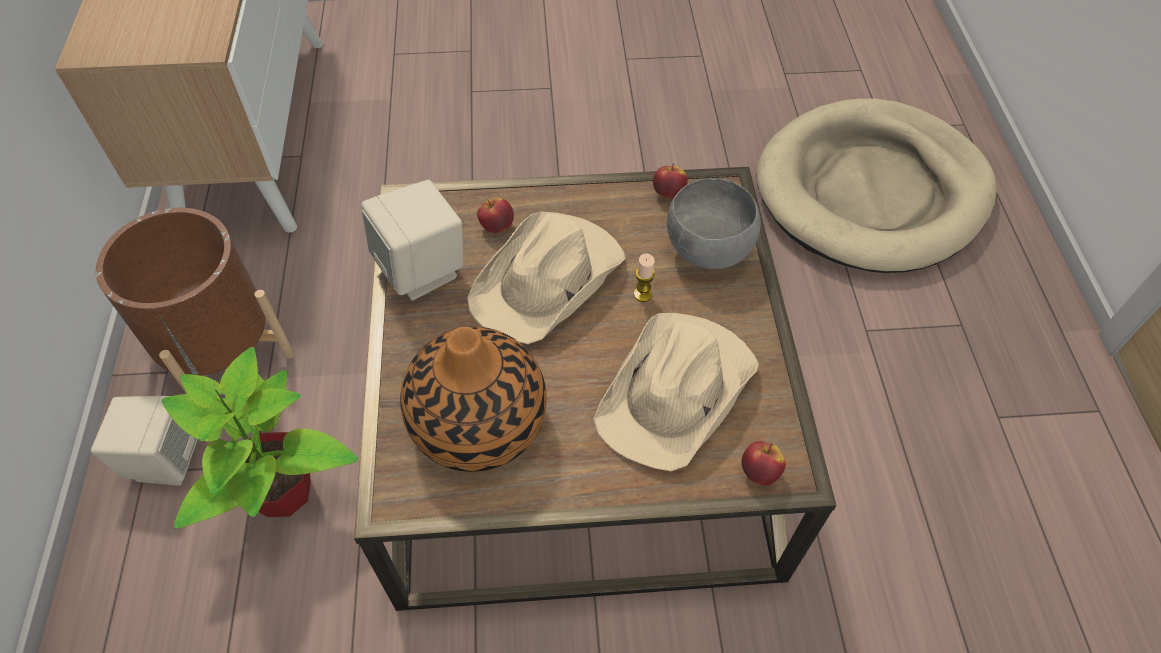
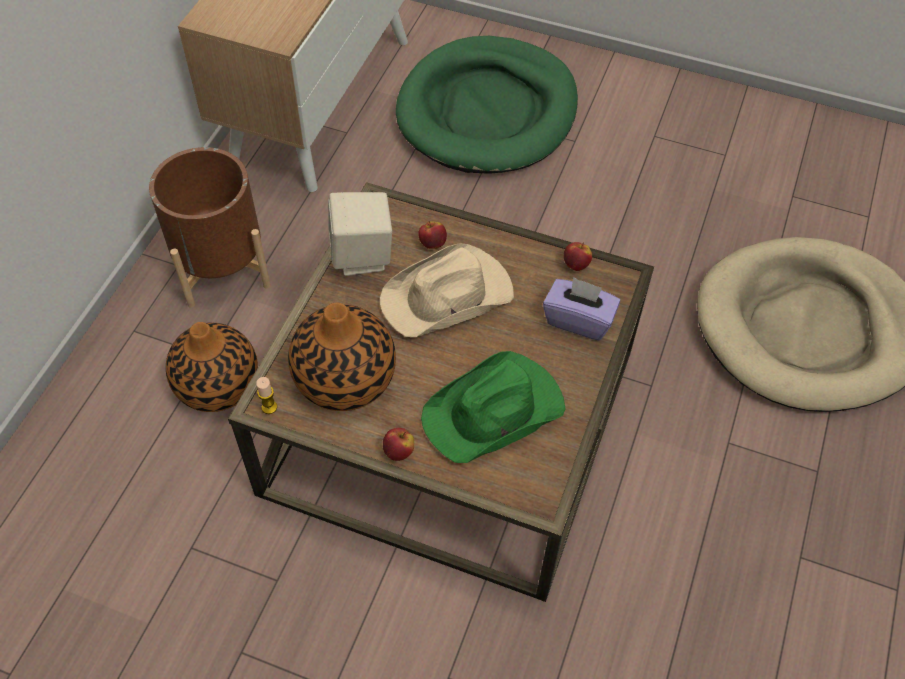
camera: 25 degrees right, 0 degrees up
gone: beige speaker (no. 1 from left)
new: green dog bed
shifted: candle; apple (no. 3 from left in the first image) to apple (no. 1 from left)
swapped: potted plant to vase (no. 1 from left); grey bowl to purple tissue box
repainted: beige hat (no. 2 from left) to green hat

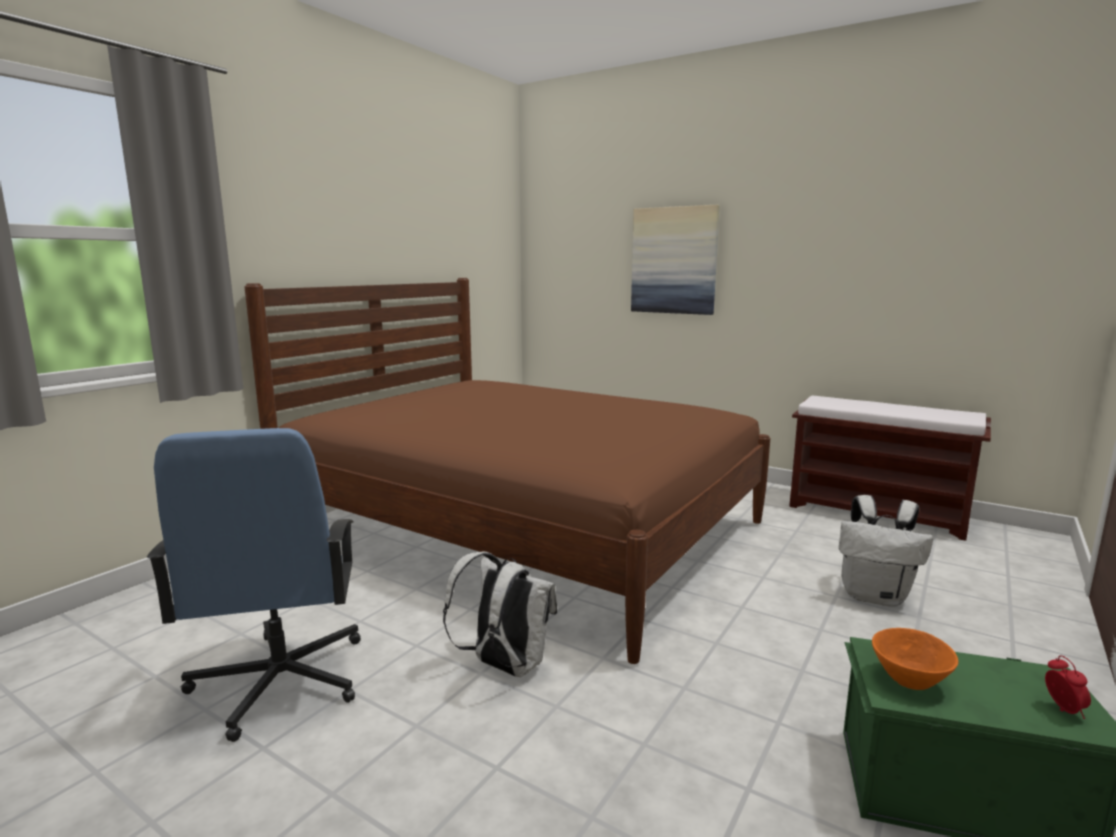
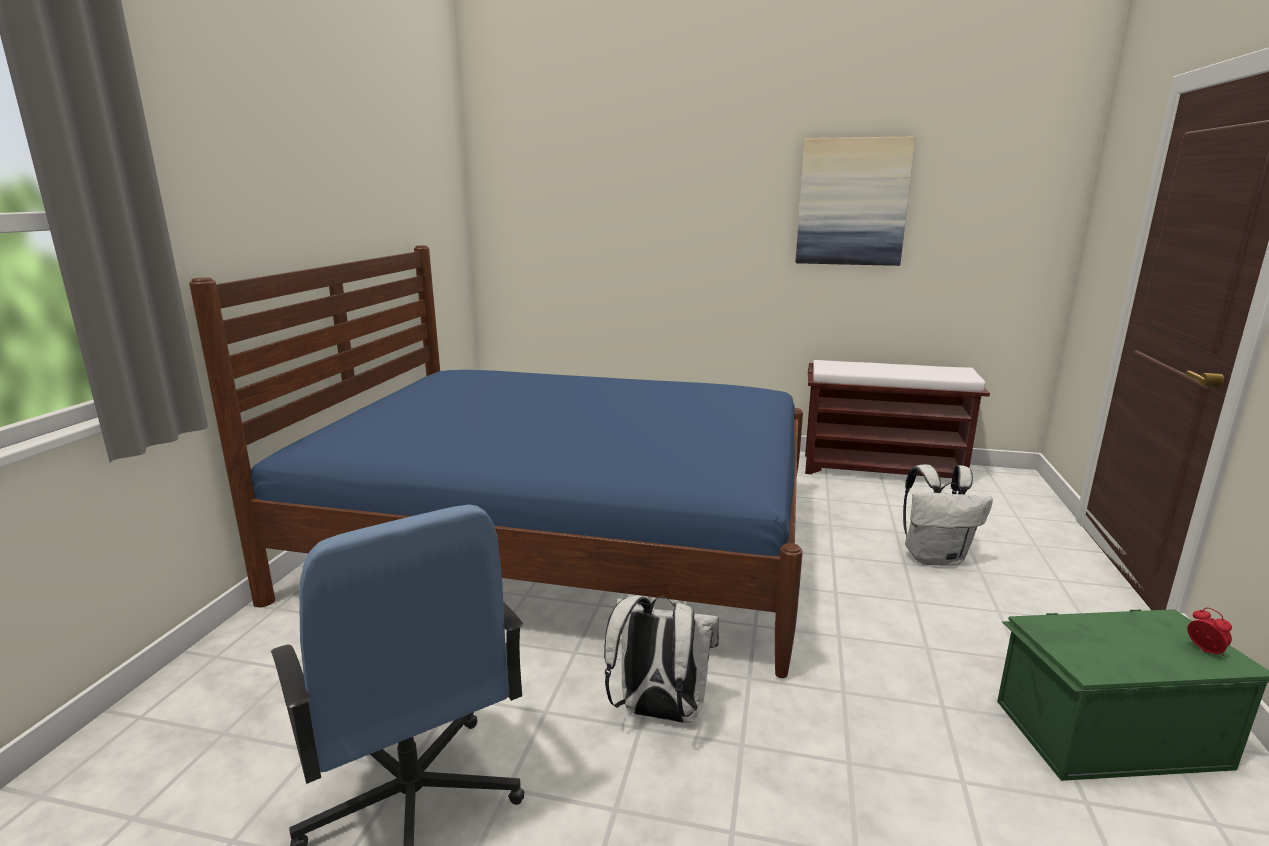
camera: 20 degrees left, 5 degrees up
gone: orange bowl
shifted: picture
repainted: brown bed to blue bed

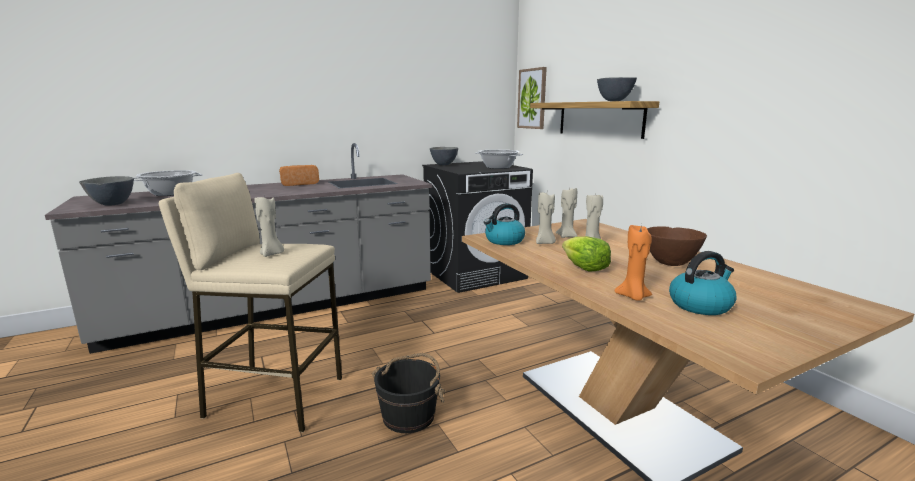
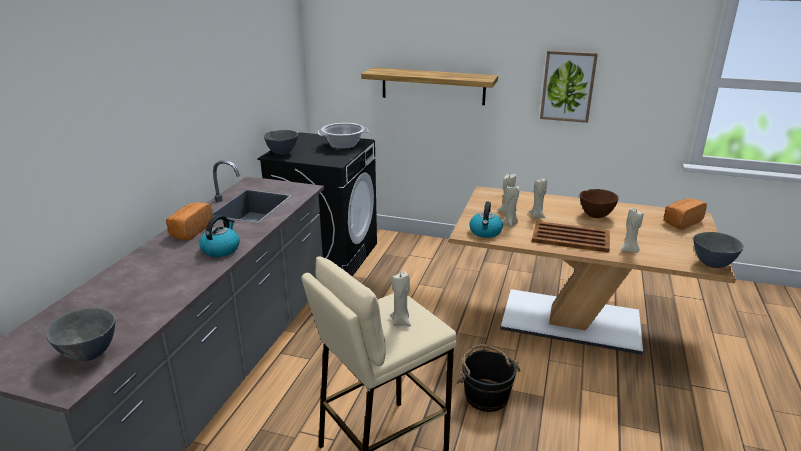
camera: 45 degrees left, 10 degrees up
gone: cooking pot (no. 1 from left)
new: bread (no. 2 from left)
shifted: picture; grey bowl (no. 3 from left); kettle (no. 2 from left in the first image) to kettle (no. 1 from left)
swapped: lettuce to brown tray
repainted: orange candle to beige candle (no. 5 from left)

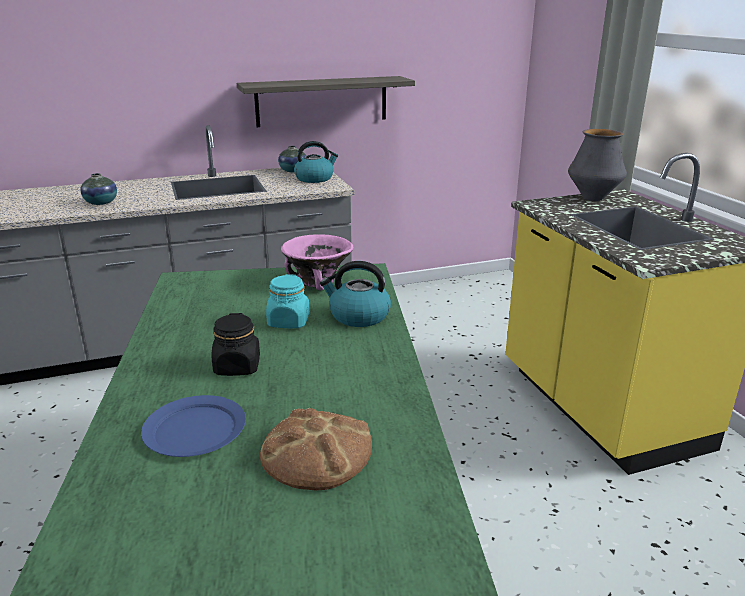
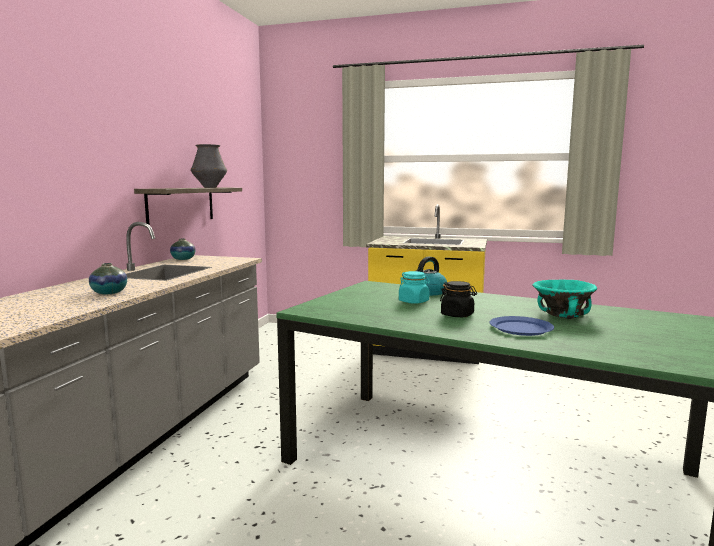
camera: 55 degrees left, 15 degrees down
gone: pink bowl; kettle (no. 1 from left)
shifted: vase (no. 3 from left)
swapped: bread to turquoise bowl

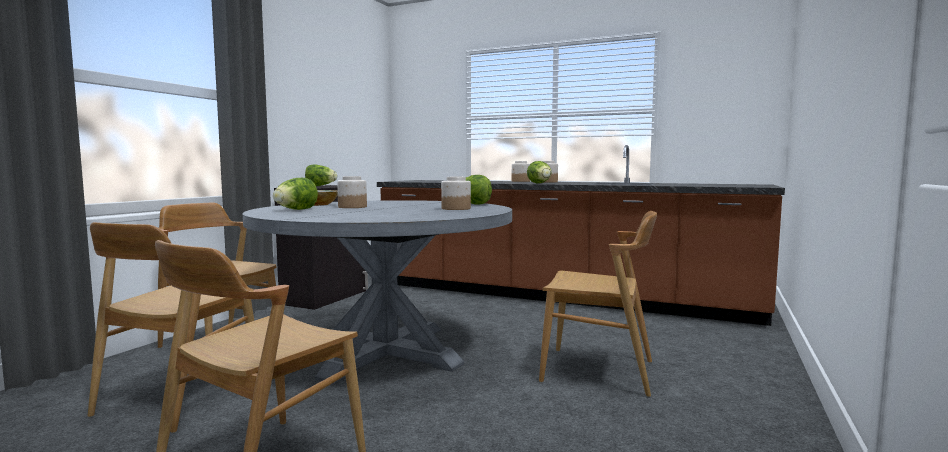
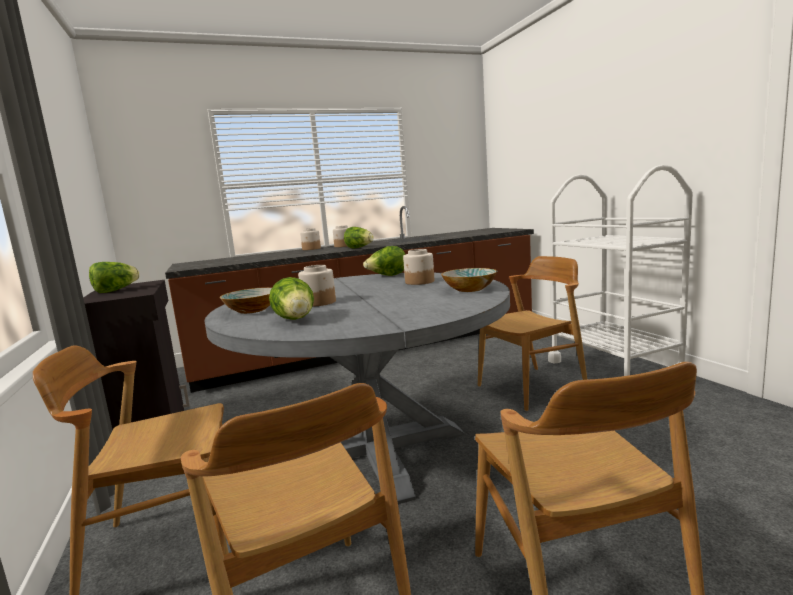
camera: 45 degrees left, 5 degrees up
new: bowl (no. 2 from left); white cart

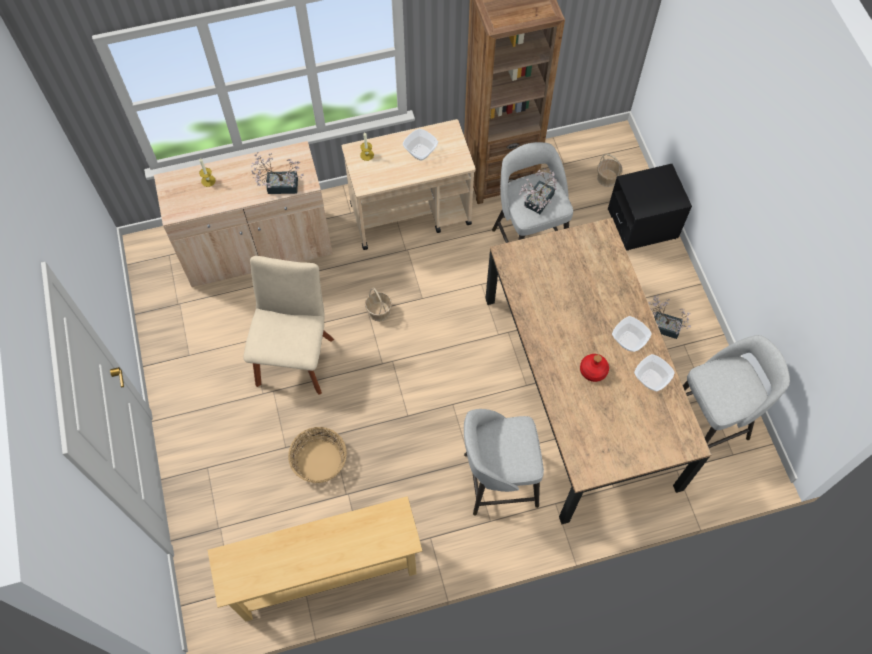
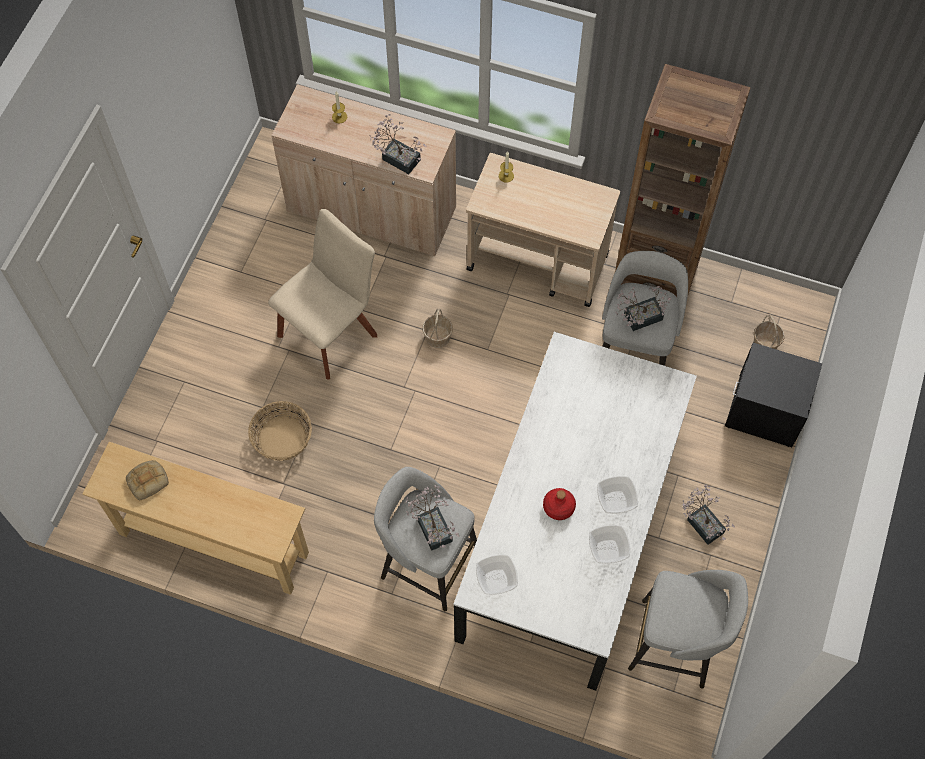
camera: 35 degrees right, 0 degrees up
new: bread; potted plant (no. 2 from left)
shifted: bowl (no. 1 from left)
repainted: brown dining table to white dining table

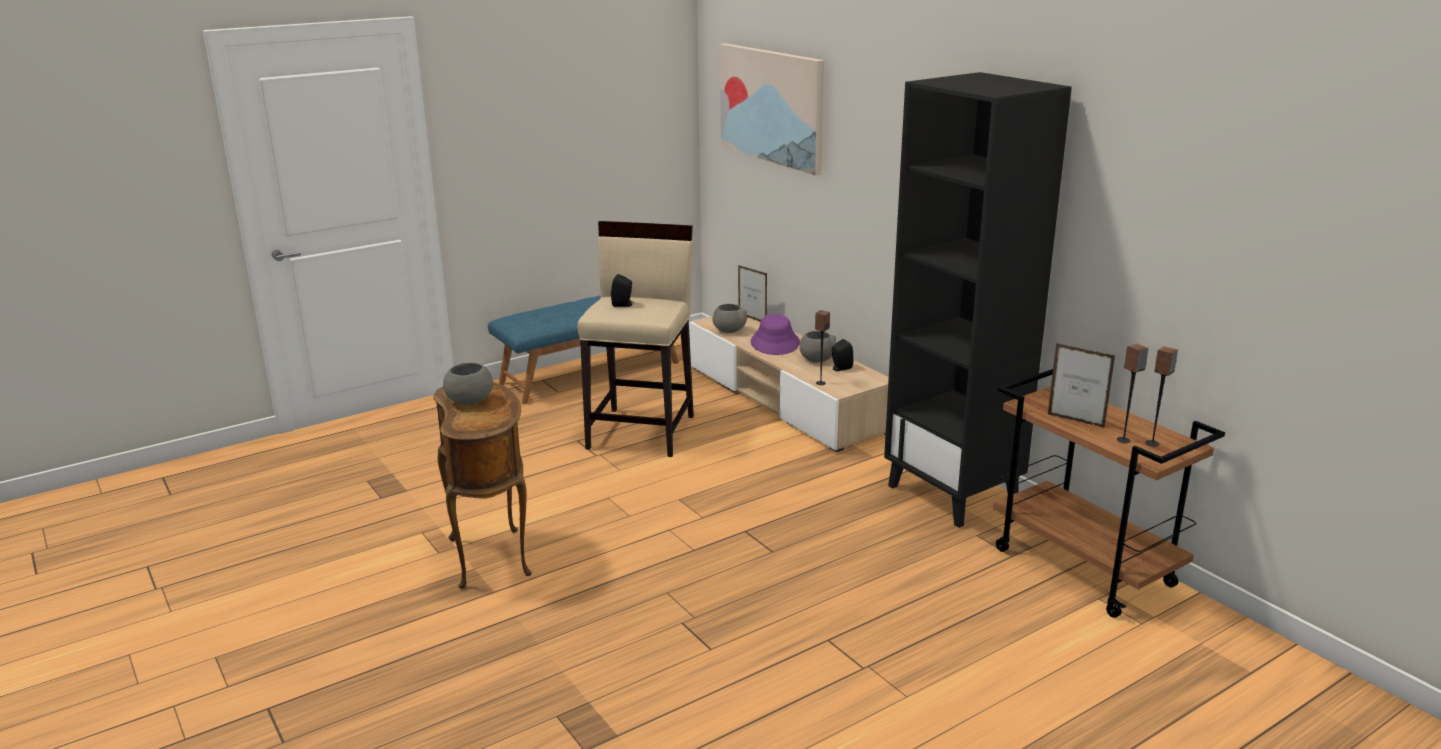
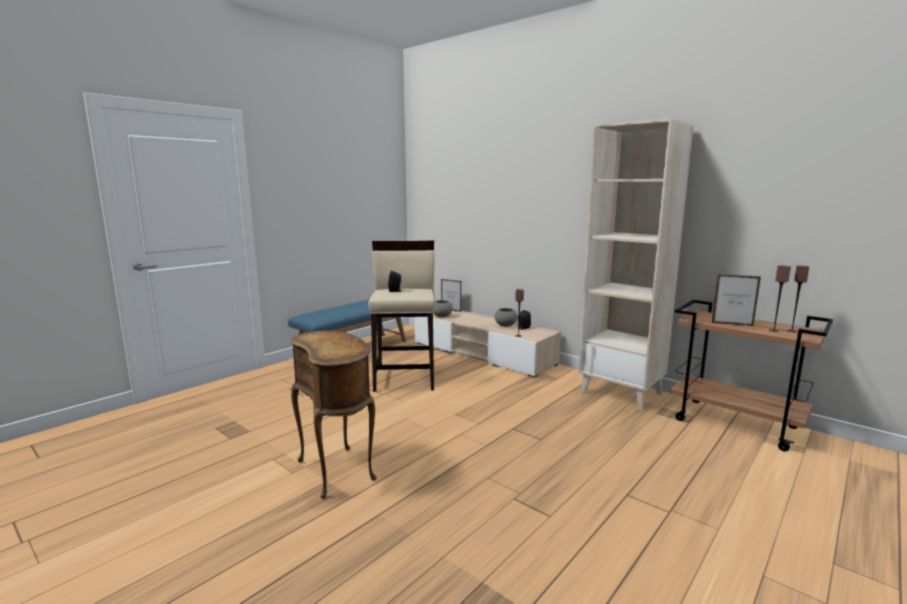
camera: 15 degrees left, 10 degrees down
gone: grey bowl (no. 1 from left); picture; purple hat
repainted: black bookcase to beige bookcase

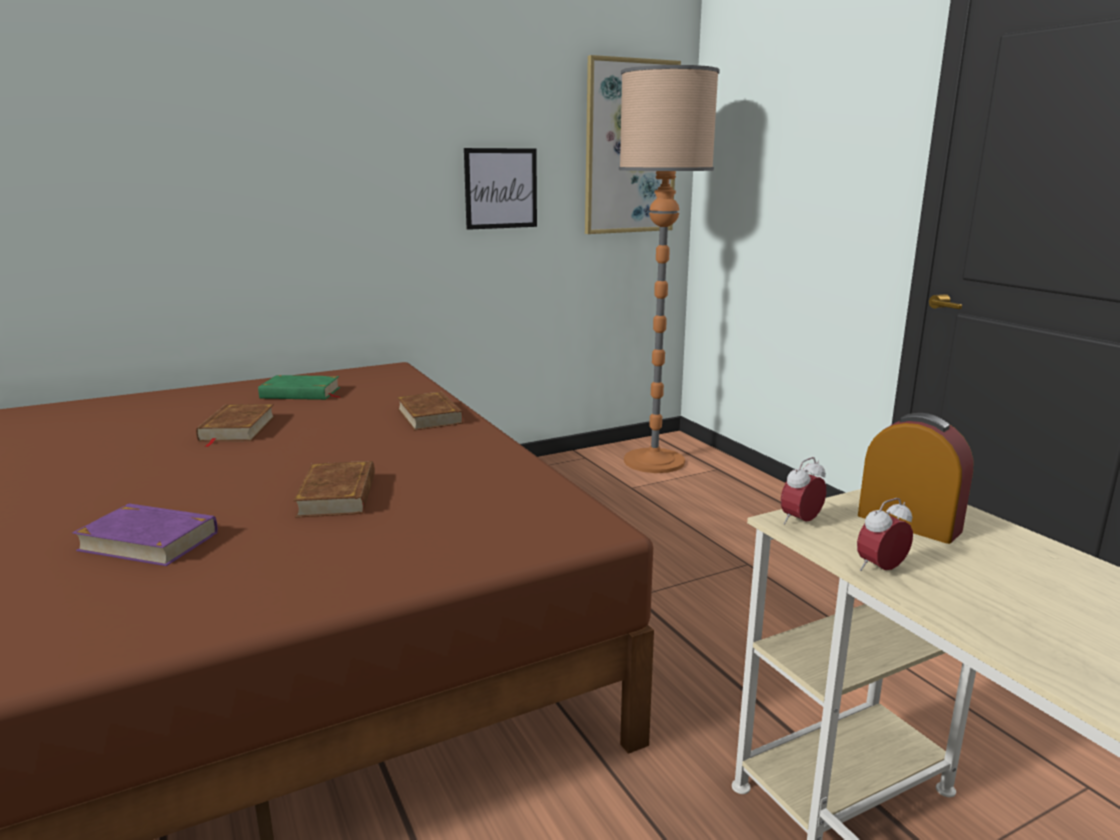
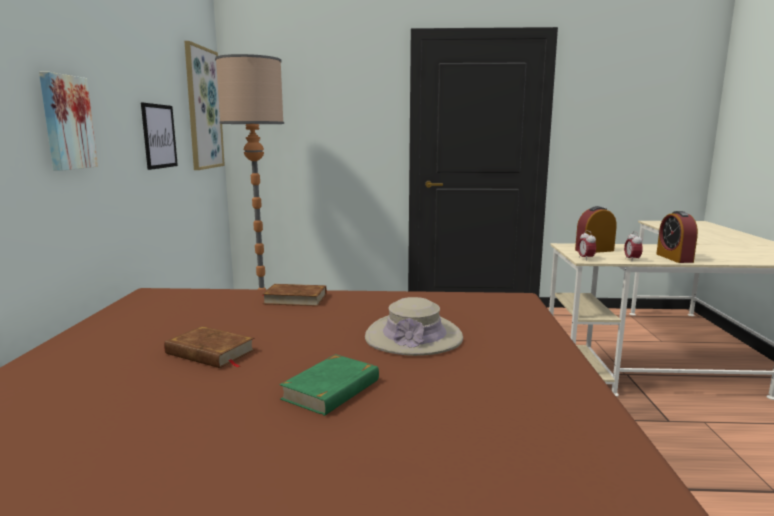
camera: 60 degrees left, 5 degrees down
gone: purple book
new: picture (no. 1 from left); alarm clock (no. 4 from left)
shifted: green book
swapped: brown book (no. 2 from left) to beige hat

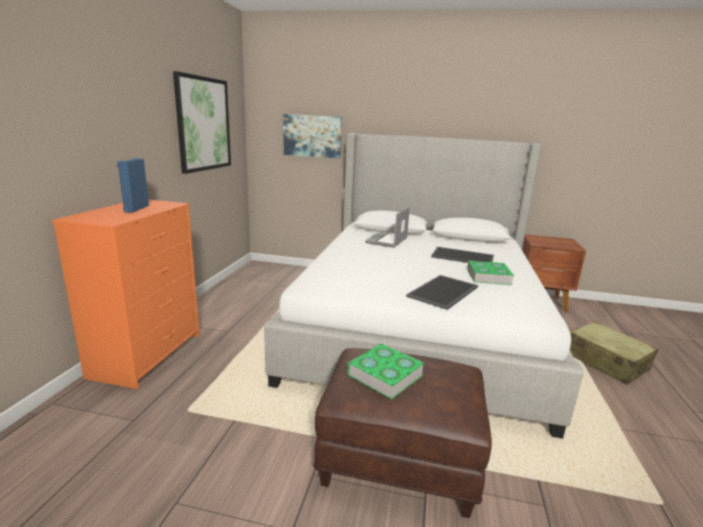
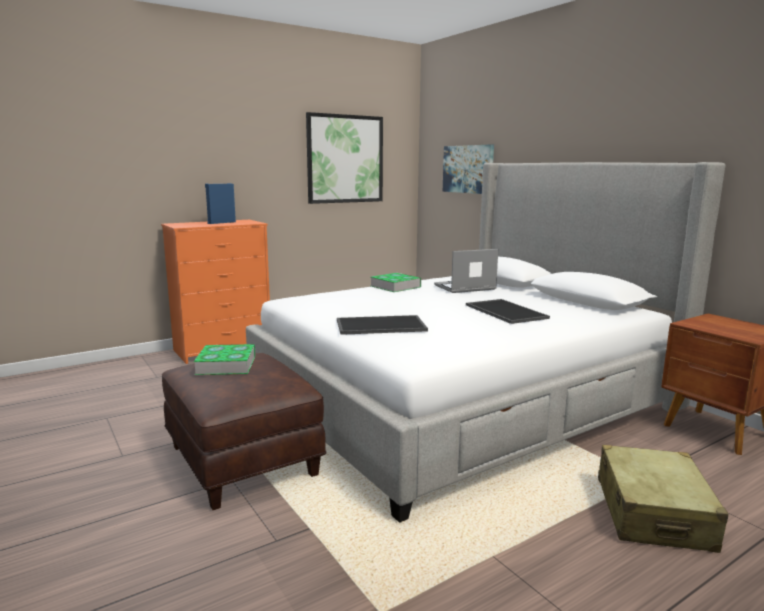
camera: 45 degrees right, 5 degrees down
shifted: book (no. 2 from left)

